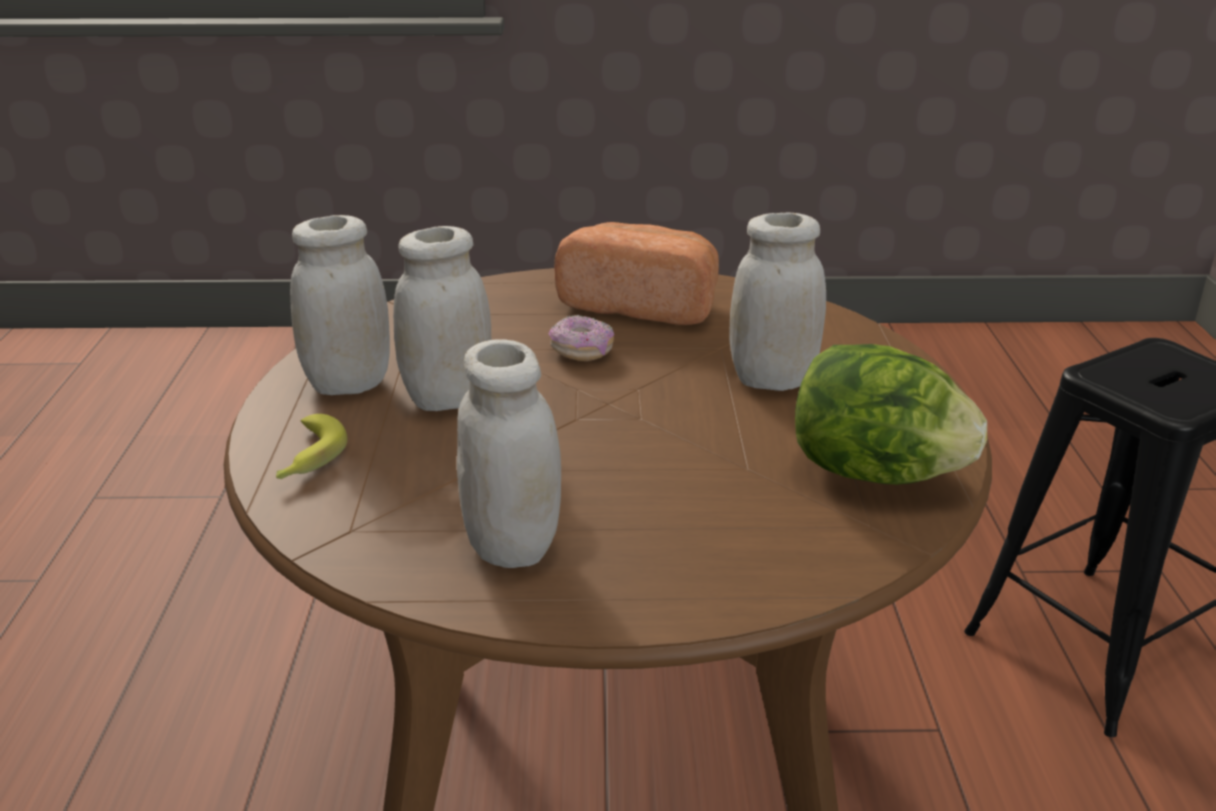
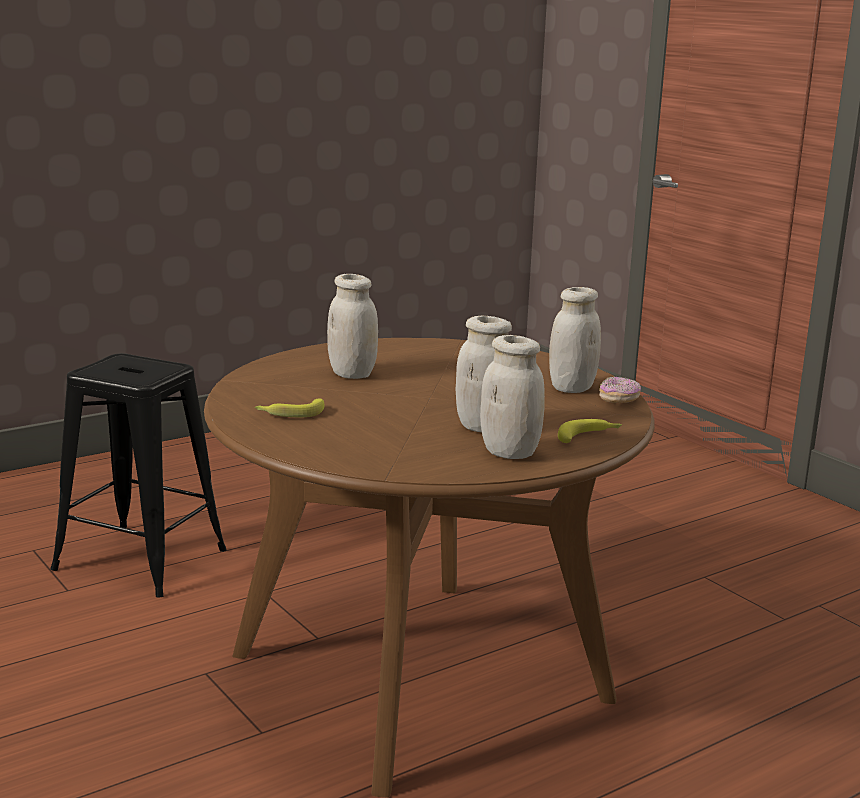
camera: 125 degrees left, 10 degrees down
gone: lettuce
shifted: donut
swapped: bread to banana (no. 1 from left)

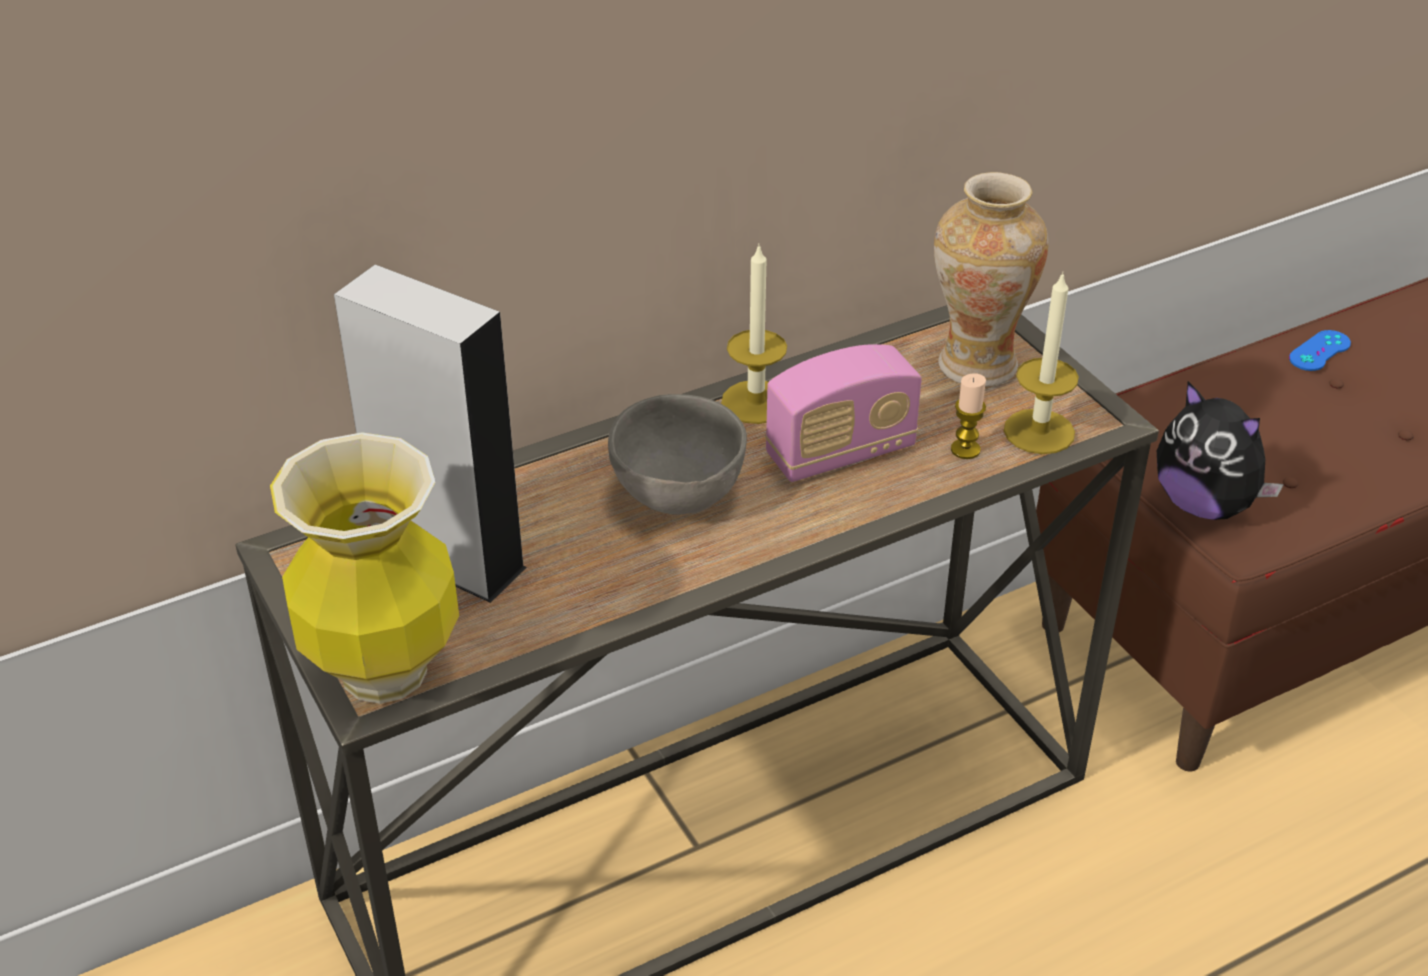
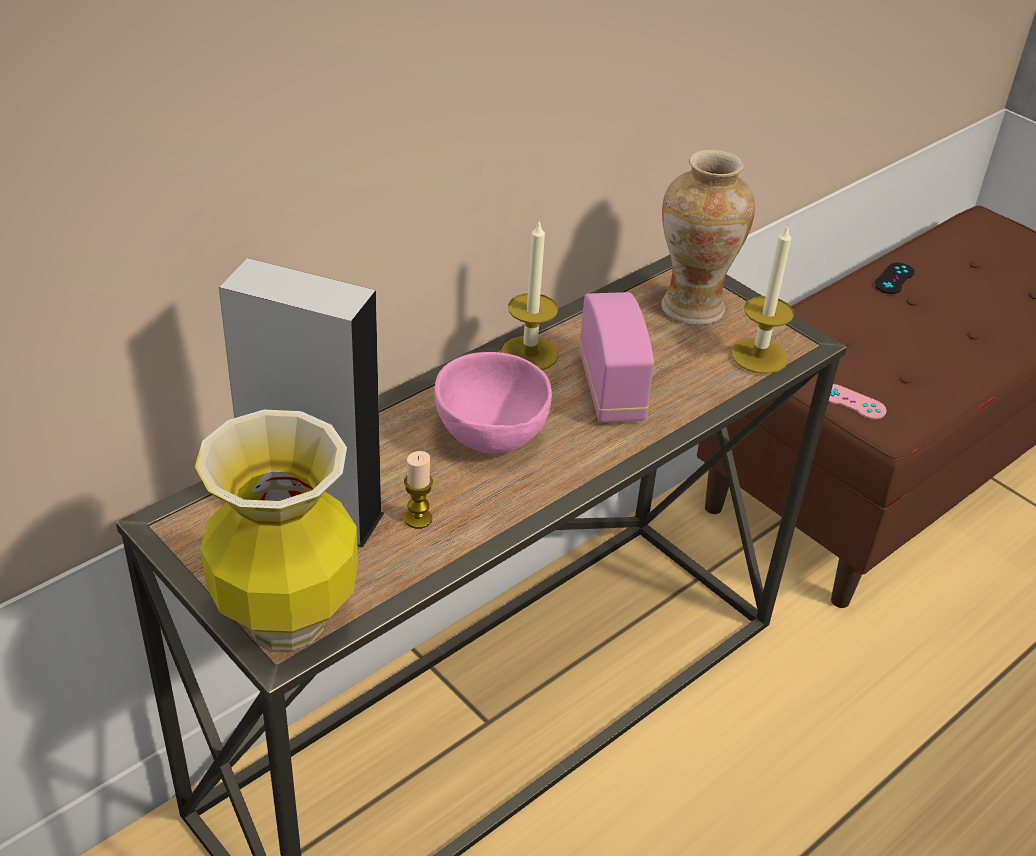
camera: 15 degrees left, 0 degrees up
shifted: candle (no. 2 from left in the first image) to candle (no. 1 from left)
swapped: plush toy to pink game controller
repainted: grey bowl to pink bowl; blue game controller to black game controller
rotated: radio 60 degrees counterclockwise

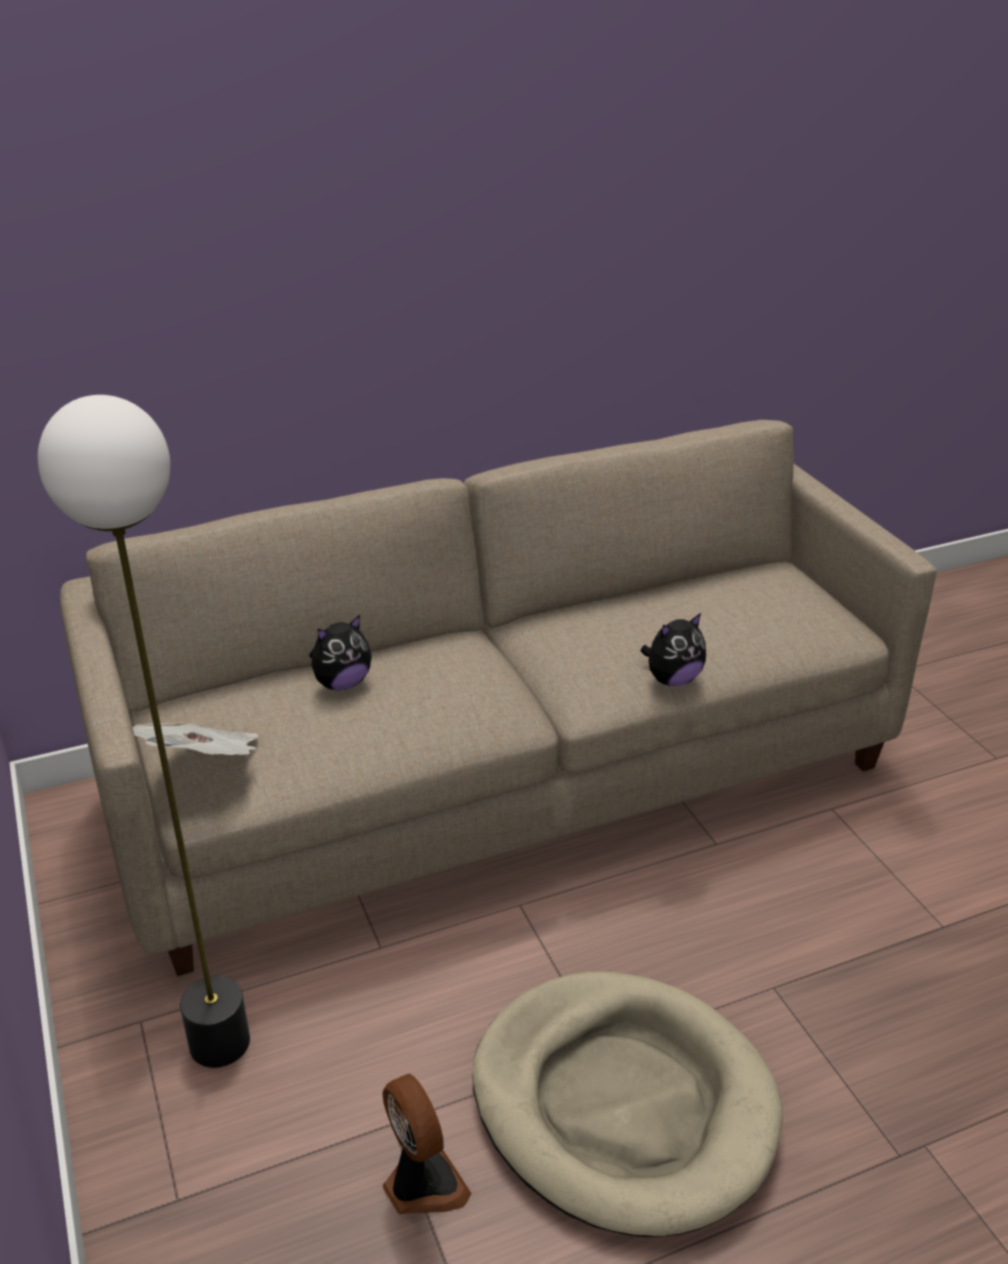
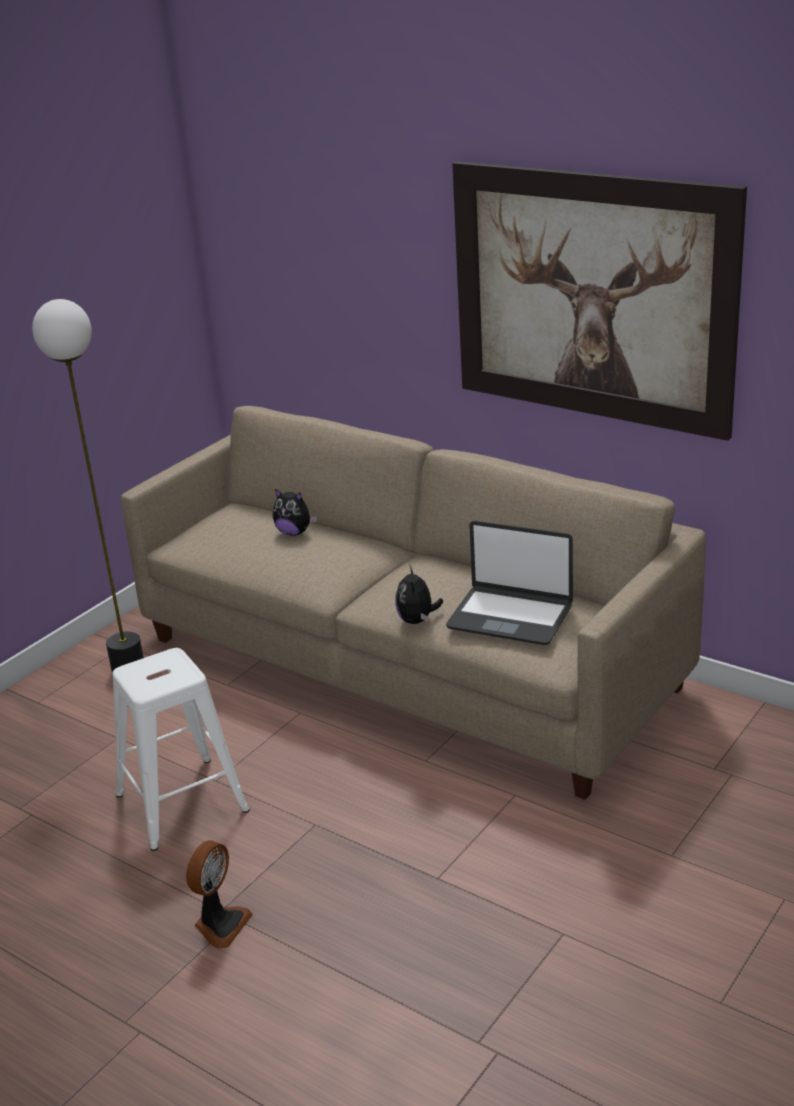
camera: 60 degrees right, 5 degrees down
gone: newspaper
new: laptop; picture
shifted: fan
swapped: beige dog bed to white stool
rotated: plush toy (no. 2 from left) 60 degrees clockwise

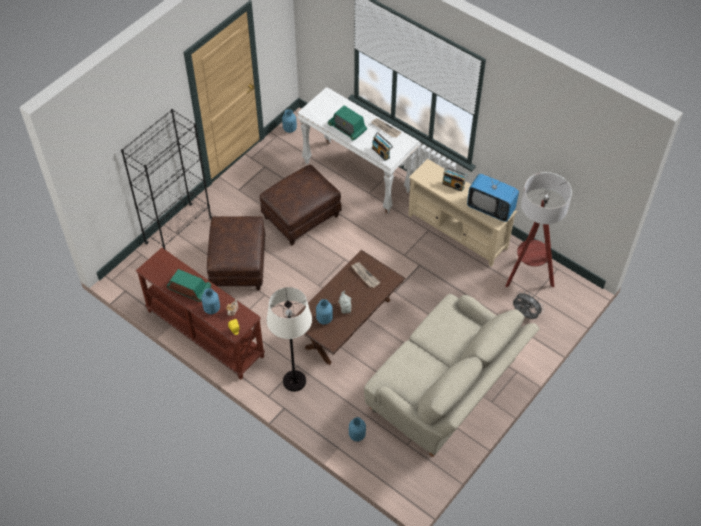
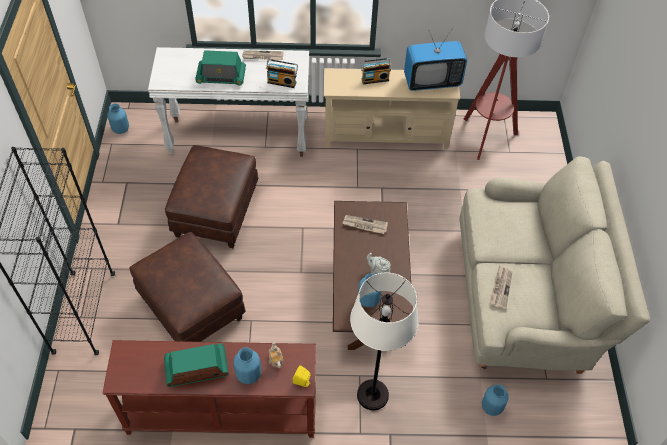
camera: 40 degrees left, 0 degrees up
gone: grey fan
new: newspaper (no. 3 from left)

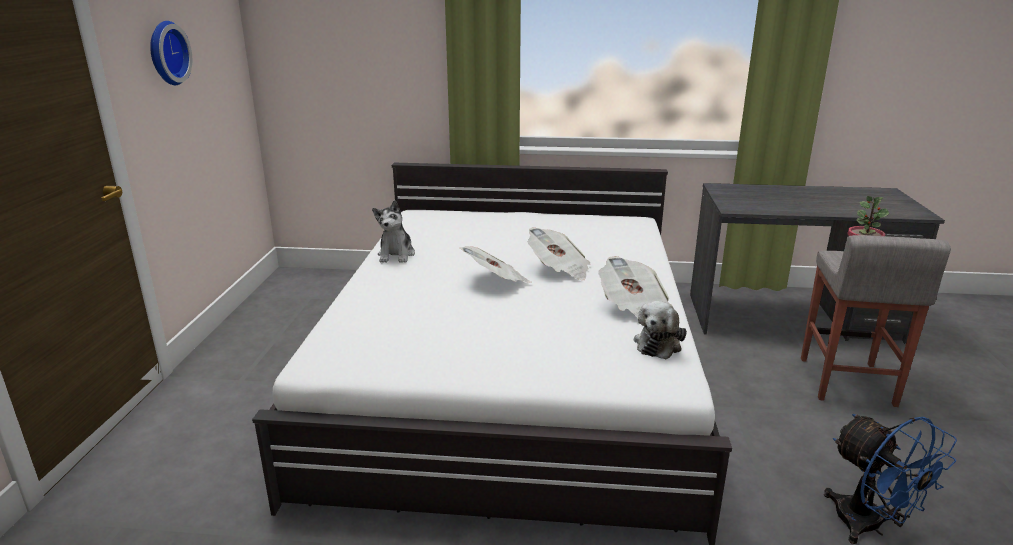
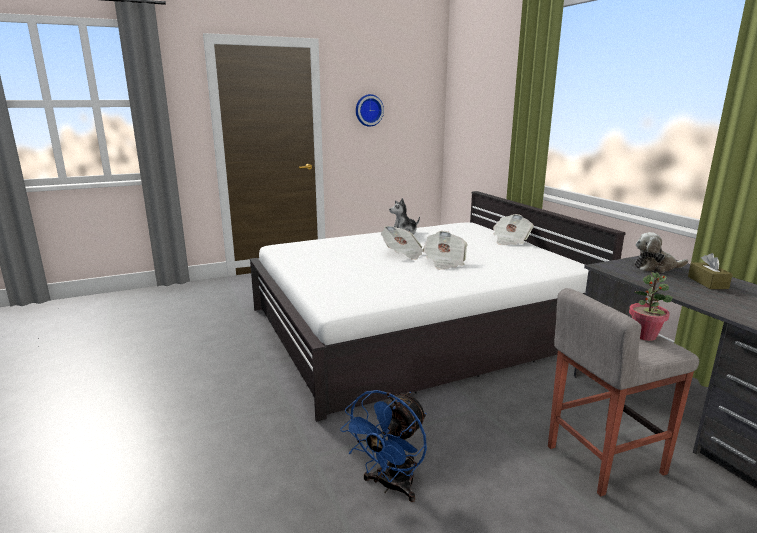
camera: 60 degrees right, 5 degrees down
new: brown tissue box
shifted: newspaper (no. 3 from left); plush toy (no. 2 from left)

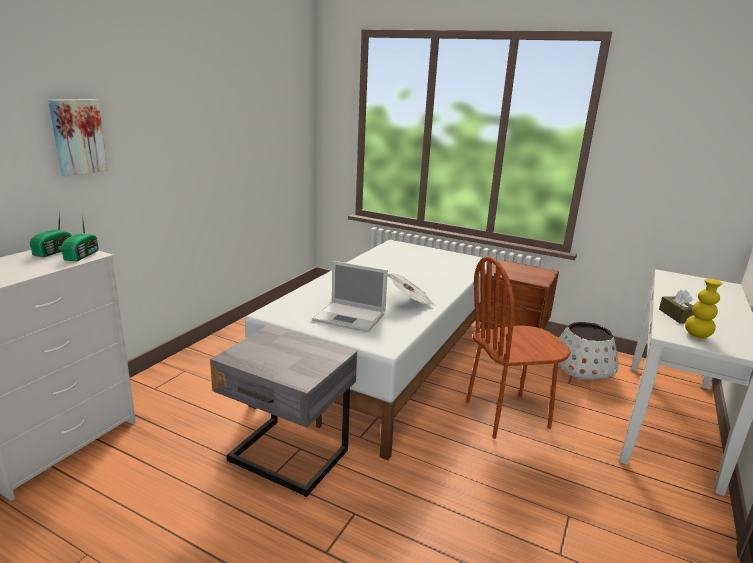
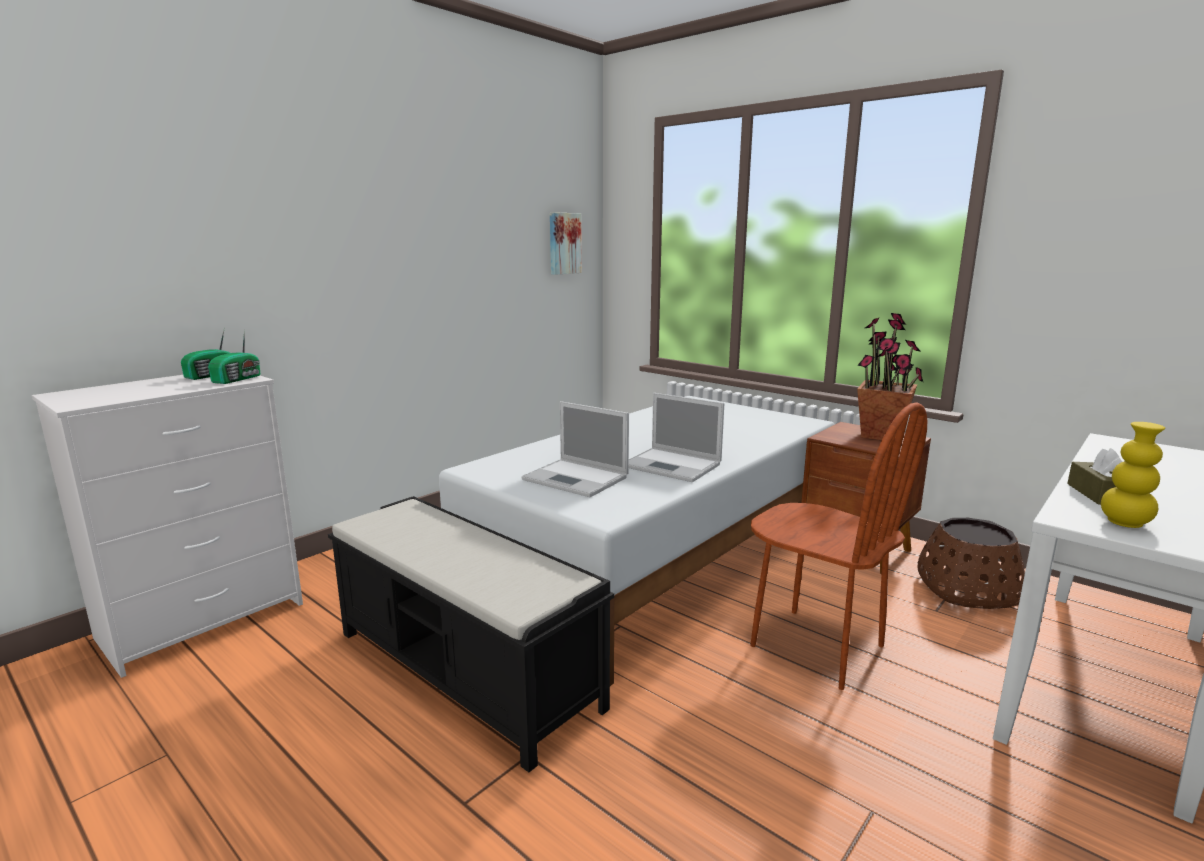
camera: 15 degrees right, 5 degrees down
new: potted plant
shifted: picture
swapped: grey nightstand to black bench; newspaper to laptop (no. 2 from left)
repainted: white planter to brown planter
rotated: brown chair 135 degrees counterclockwise

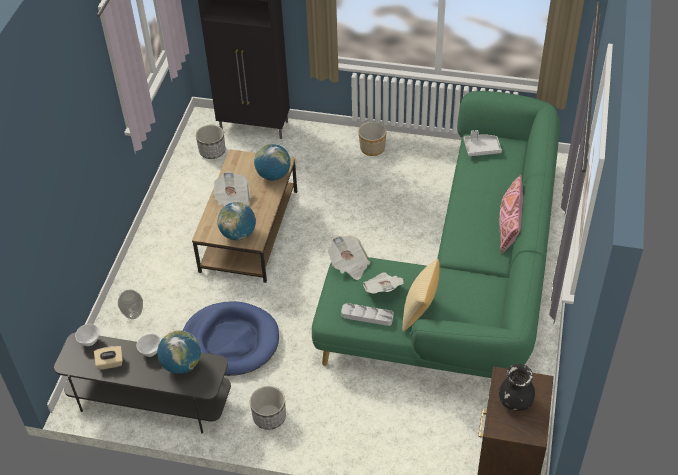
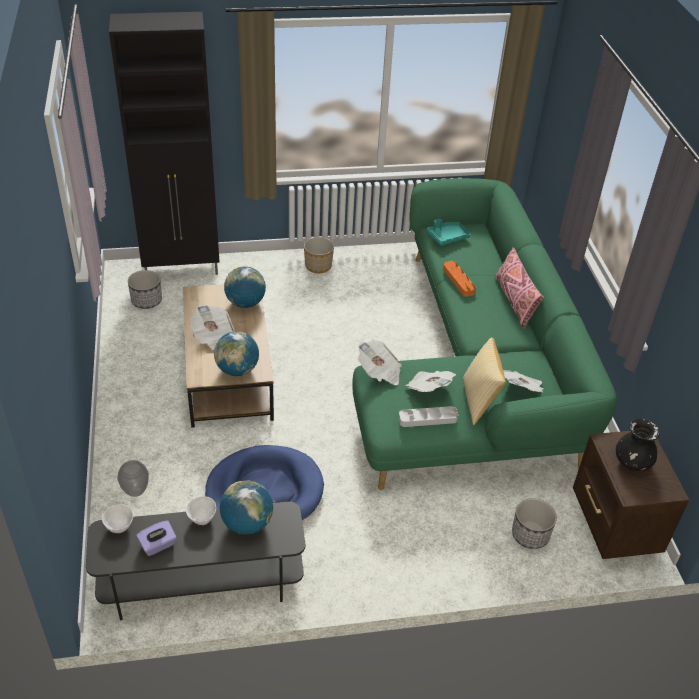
camera: 25 degrees left, 5 degrees down
new: orange tray; newspaper (no. 4 from left)
shifted: planter (no. 2 from left in the first image) to planter (no. 3 from left)
repainted: beige tissue box to purple tissue box; grey tray (no. 2 from left) to turquoise tray

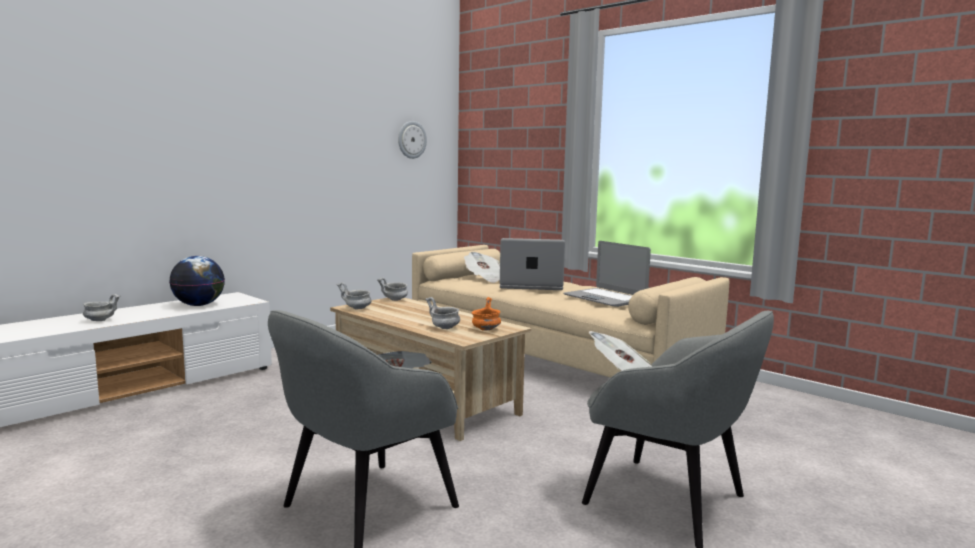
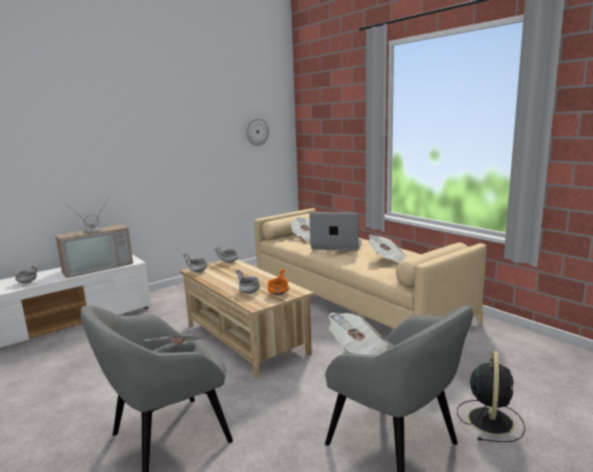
camera: 10 degrees right, 5 degrees up
new: black fan
swapped: globe to television; laptop (no. 2 from left) to newspaper (no. 4 from left)

